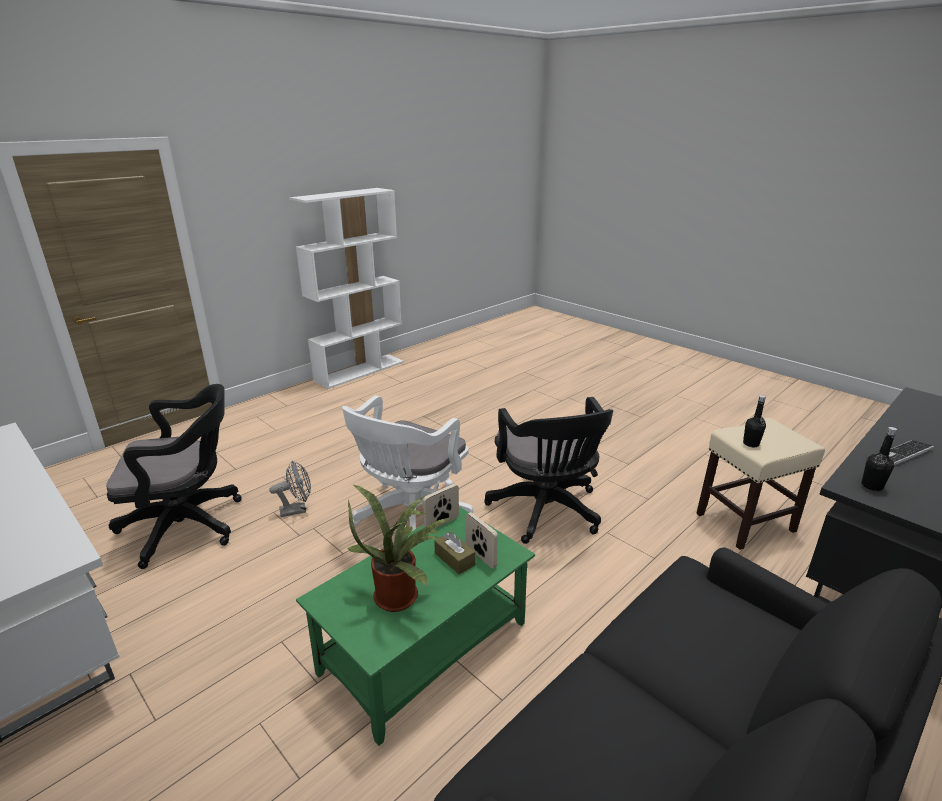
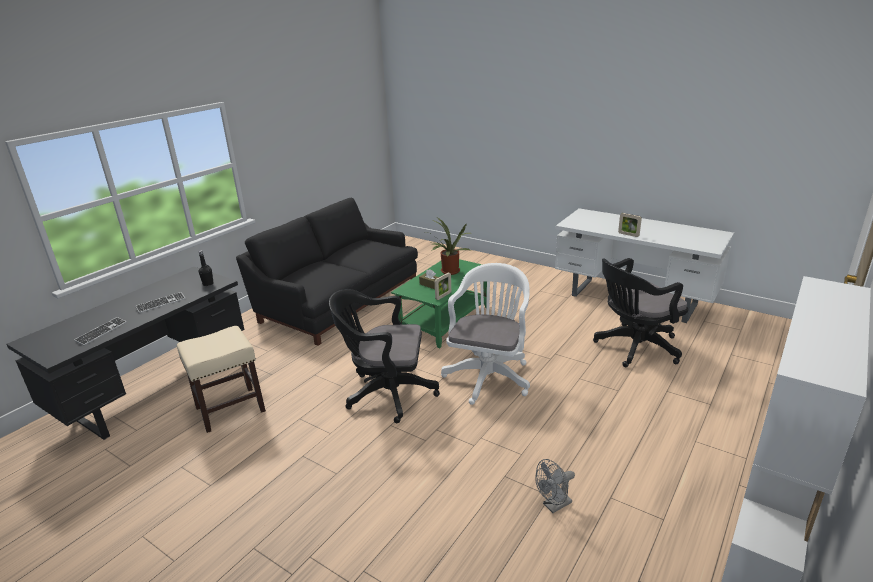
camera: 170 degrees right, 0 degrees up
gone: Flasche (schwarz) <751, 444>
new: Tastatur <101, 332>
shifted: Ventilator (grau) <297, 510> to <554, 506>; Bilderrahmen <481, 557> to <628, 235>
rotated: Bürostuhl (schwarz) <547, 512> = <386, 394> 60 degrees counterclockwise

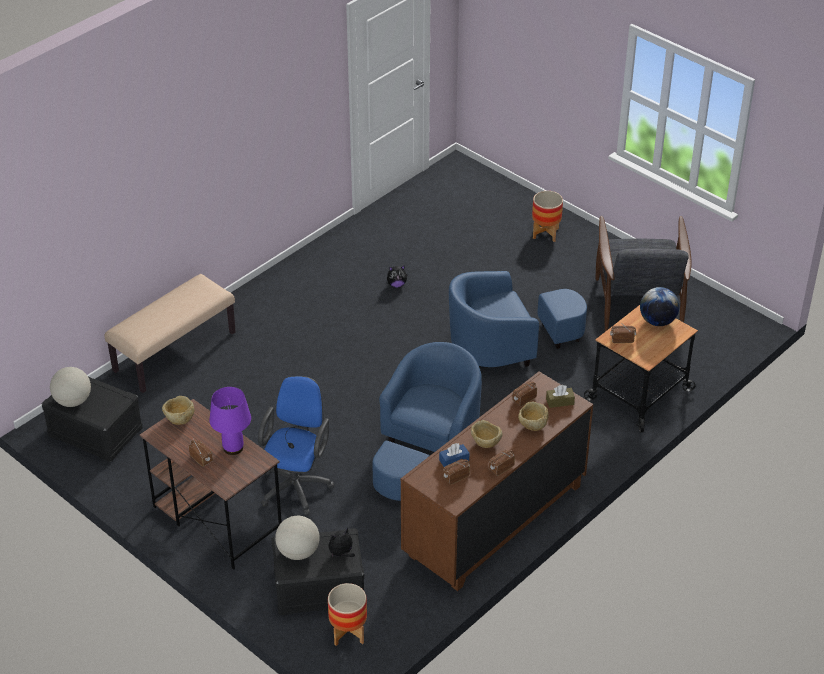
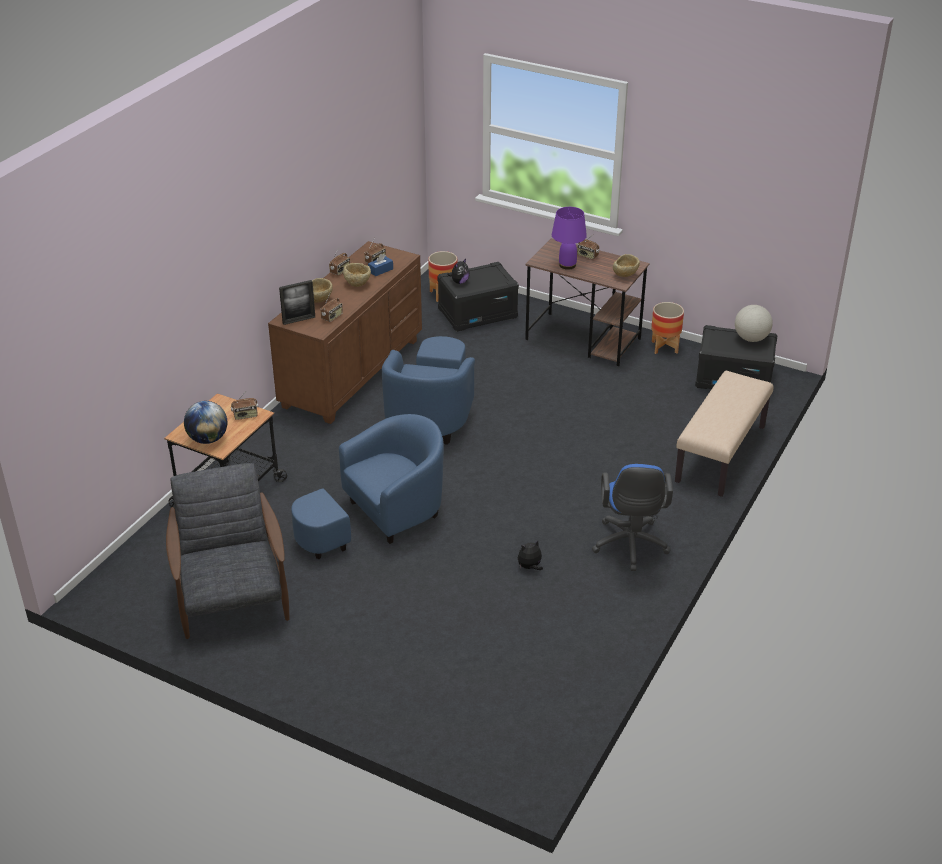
camera: 165 degrees right, 5 degrees down
gone: Globus <298, 552>
shifted: Bürostuhl (blau) <297, 485> to <630, 547>; Pflanzkübel <545, 233> to <664, 347>
swapped: Taschentuchbox (braun) <560, 401> to Bilderrahmen <299, 320>

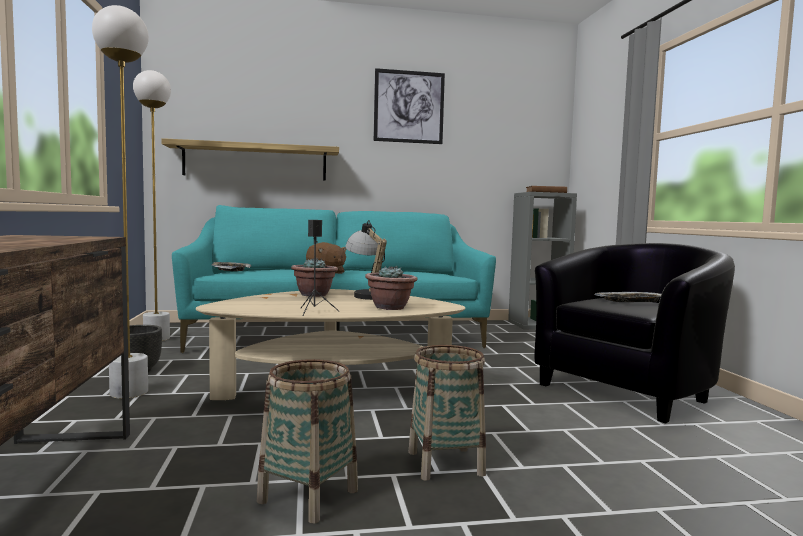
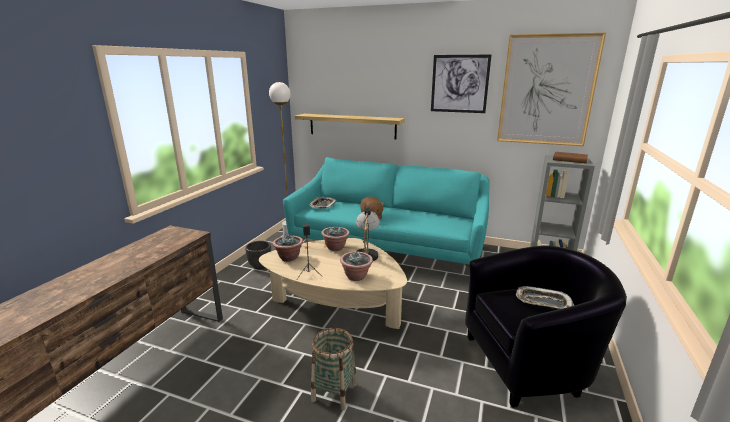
camera: 30 degrees right, 15 degrees up
gone: Stehlampe (weiß) <129, 392>; Korb <308, 496>
new: Topfpflanze <289, 258>; Bild <546, 91>

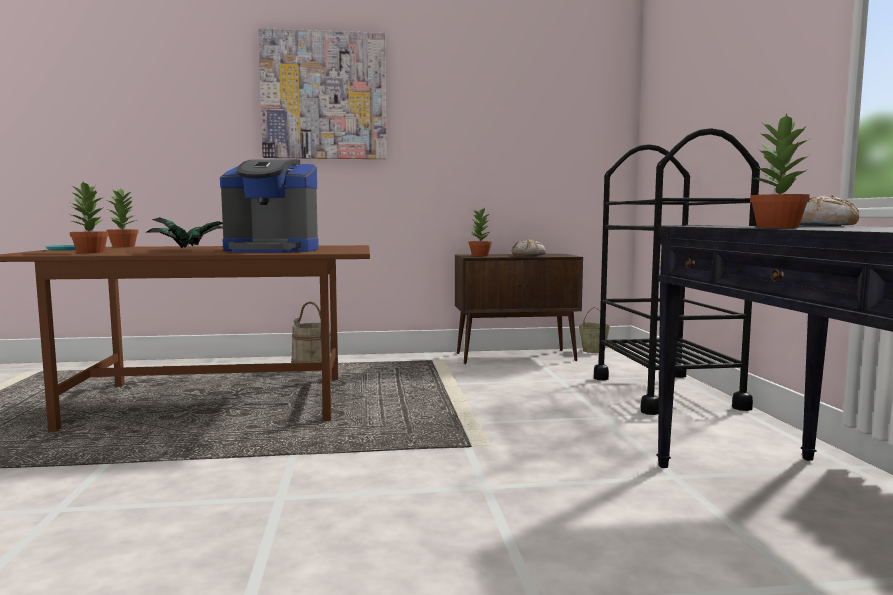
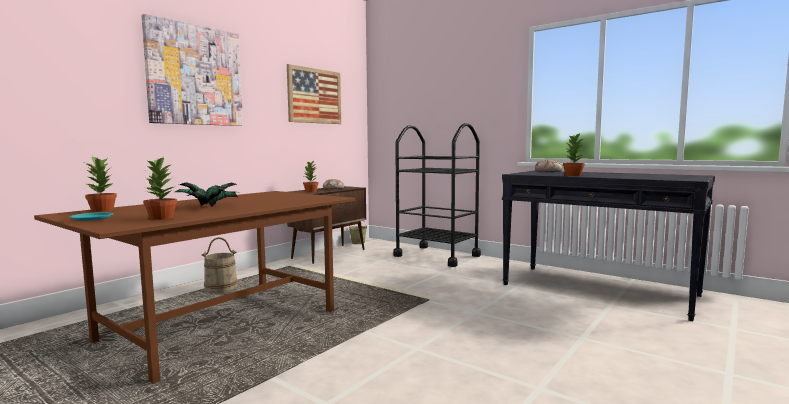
camera: 45 degrees left, 0 degrees up
gone: Kaffeemaschine <272, 250>
new: Bild <314, 96>

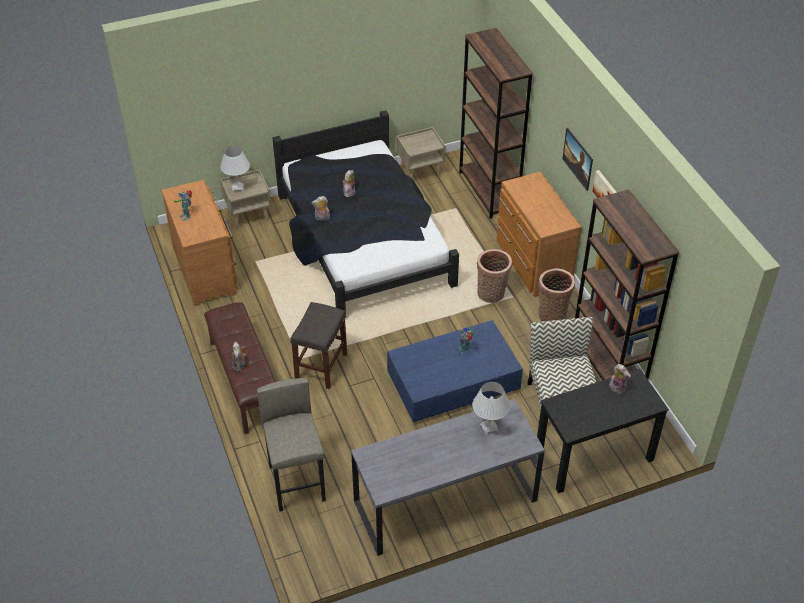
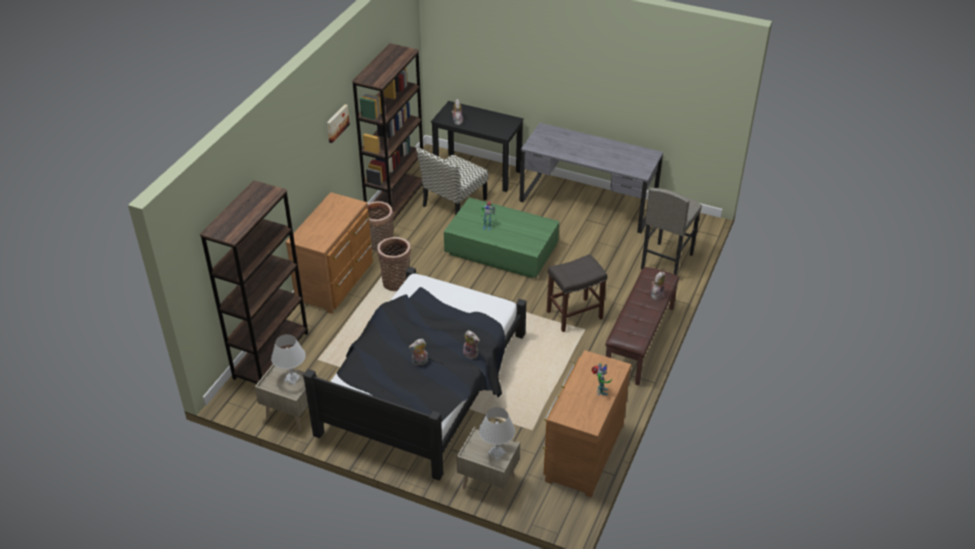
camera: 135 degrees left, 5 degrees down
gone: Bild <576, 166>
shifted: Tischlampe (weiß) <489, 427> to <292, 379>
repainted: Couchtisch (blau) <453, 383> to Couchtisch (grün) <501, 250>

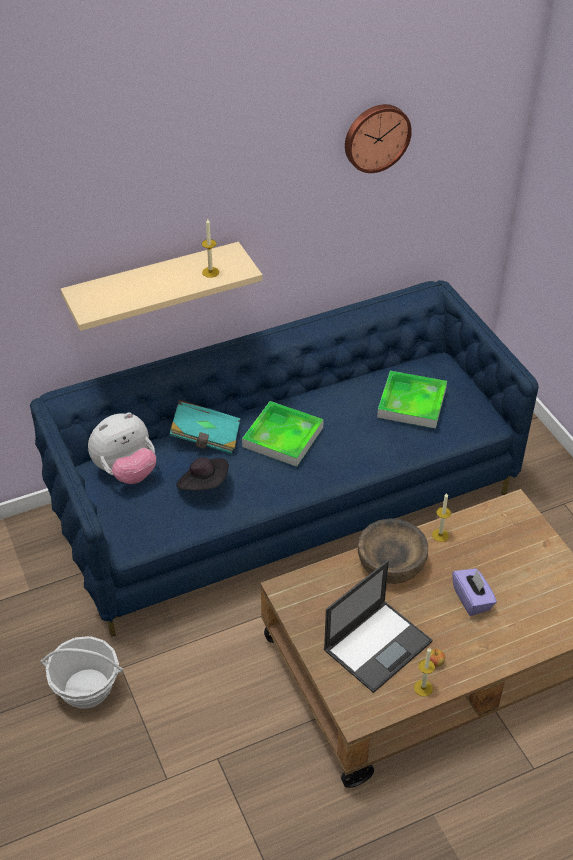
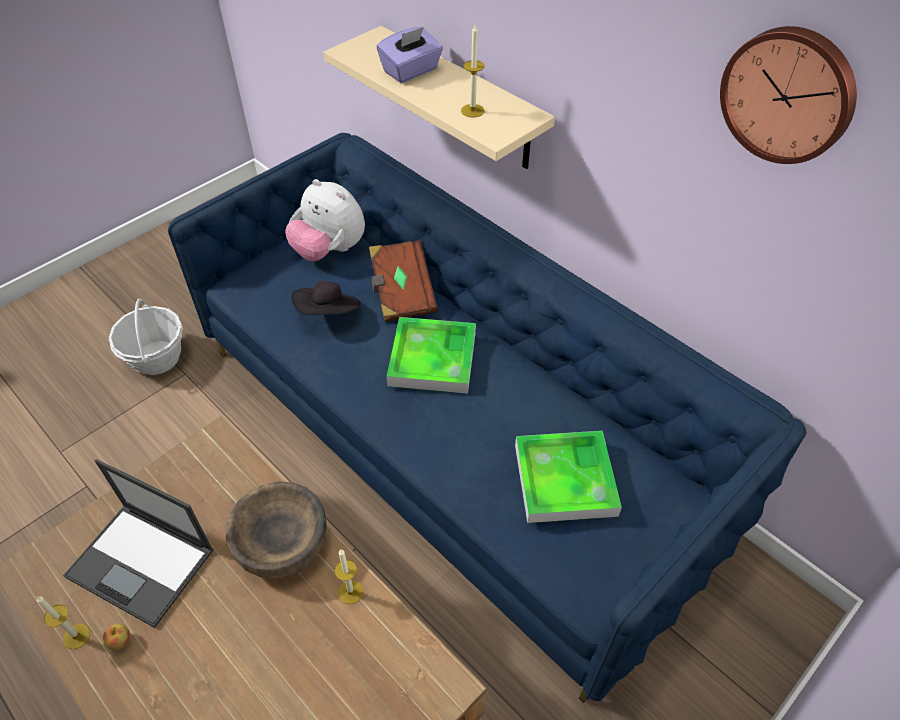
camera: 70 degrees right, 5 degrees up
shifted: Taschentuchbox (lila) <472, 599> to <411, 71>
repainted: Buch (türkis) <206, 438> to Buch (braun) <401, 293>

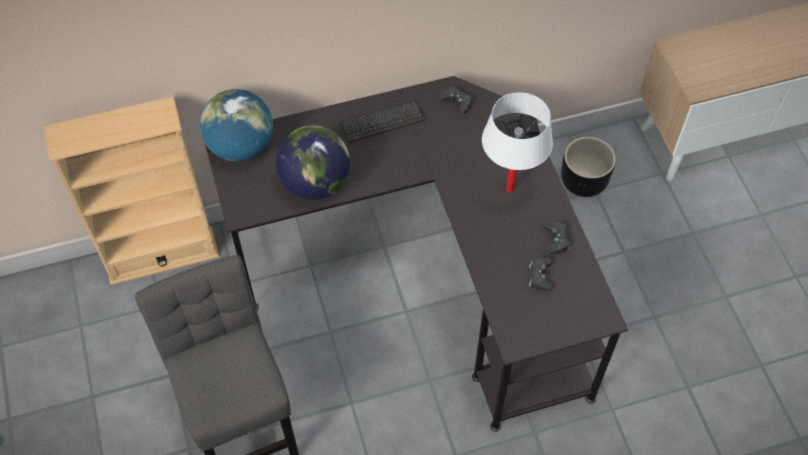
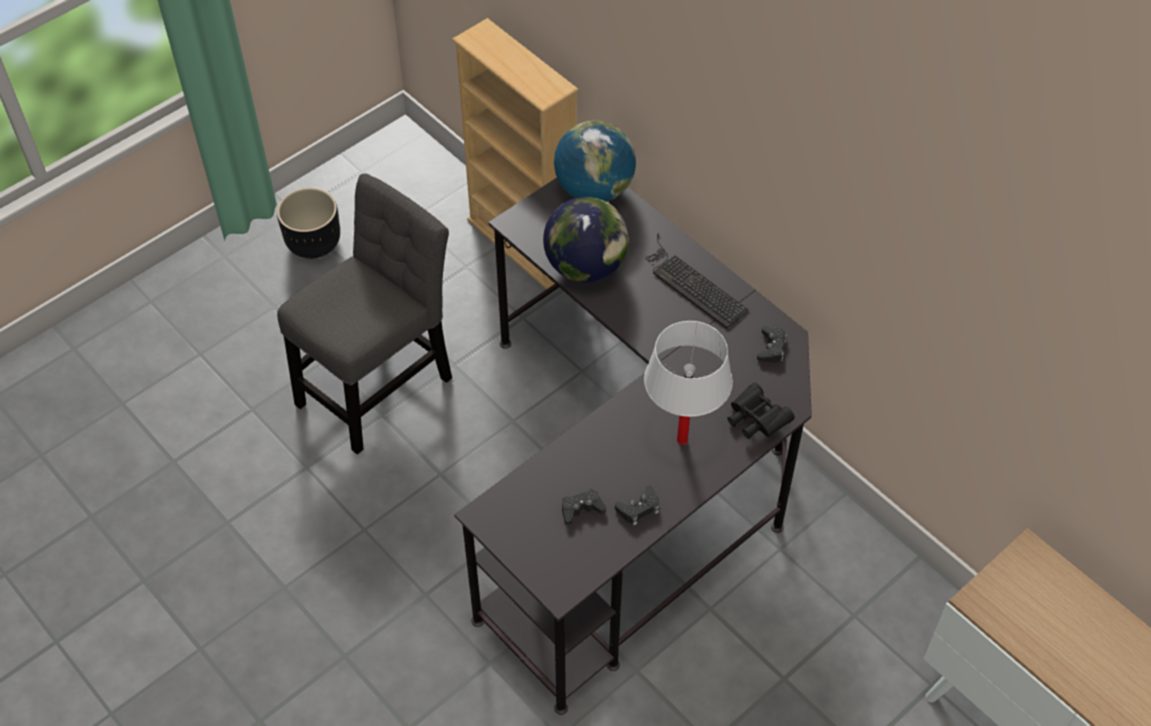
camera: 65 degrees right, 5 degrees down
shifted: Pflanzkübel (schwarz) <583, 183> to <313, 244>

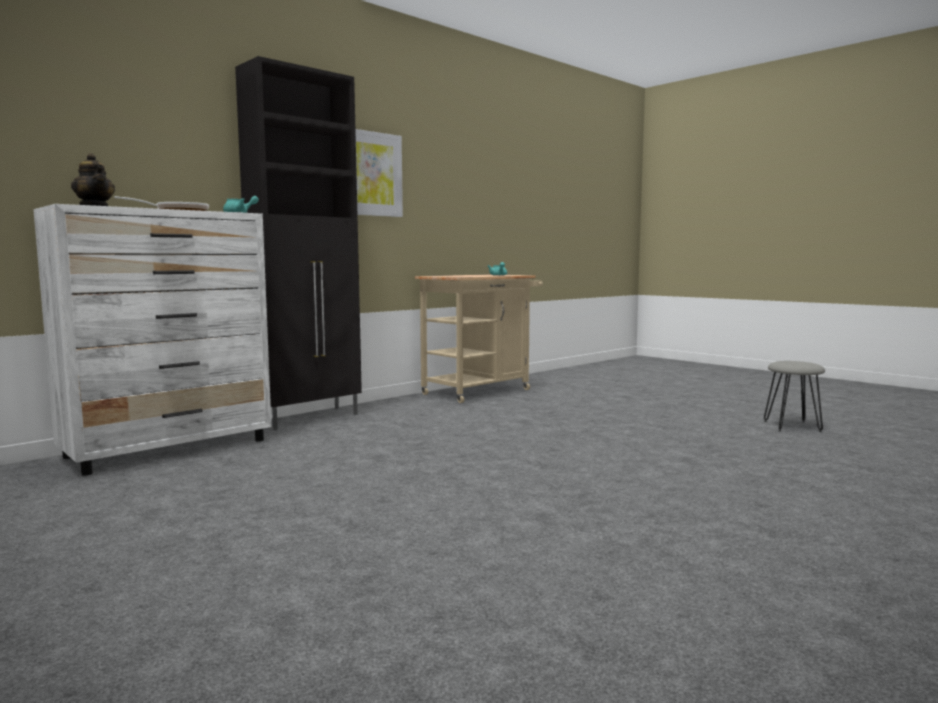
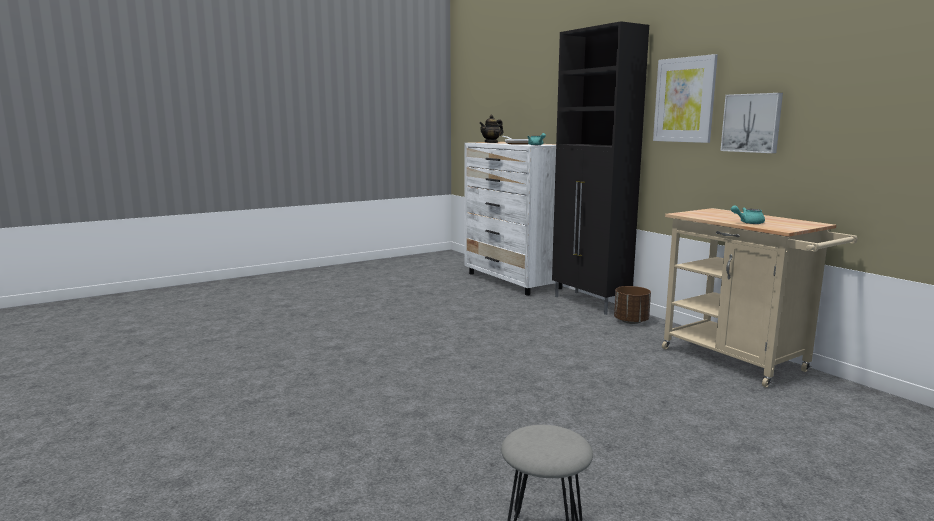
camera: 100 degrees right, 5 degrees up
new: Pflanzkübel (braun) <631, 321>; Bild <752, 123>

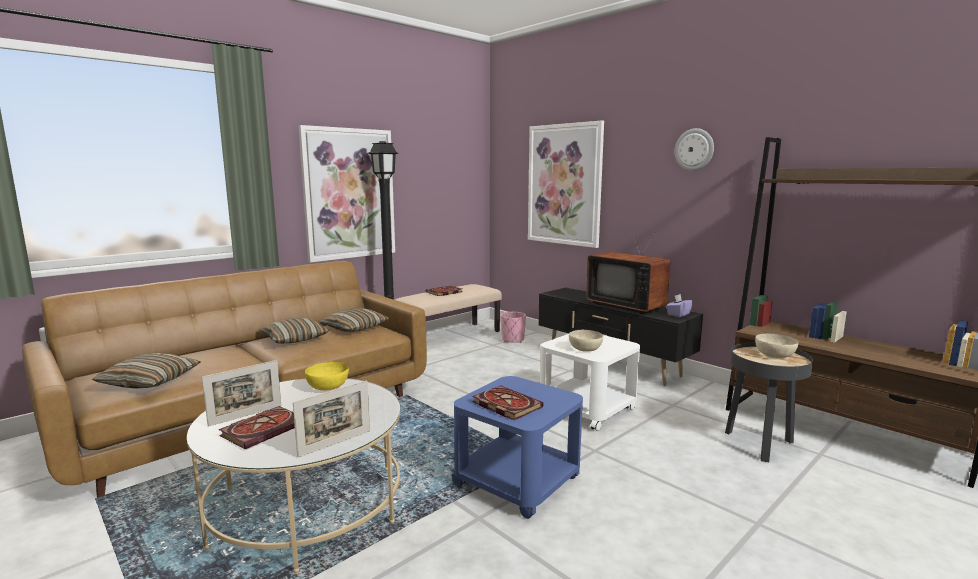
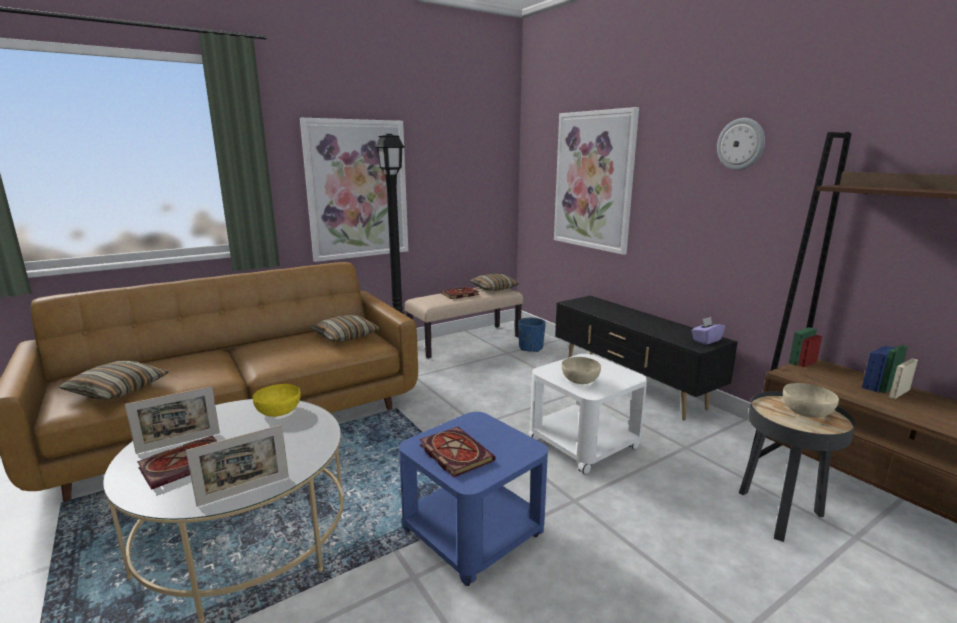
camera: 10 degrees right, 5 degrees up
gone: Fernseher <627, 306>
shifted: Kissen <295, 339> to <494, 288>
repainted: Pflanzkübel (rosa) <513, 340> to Pflanzkübel (blau) <531, 348>

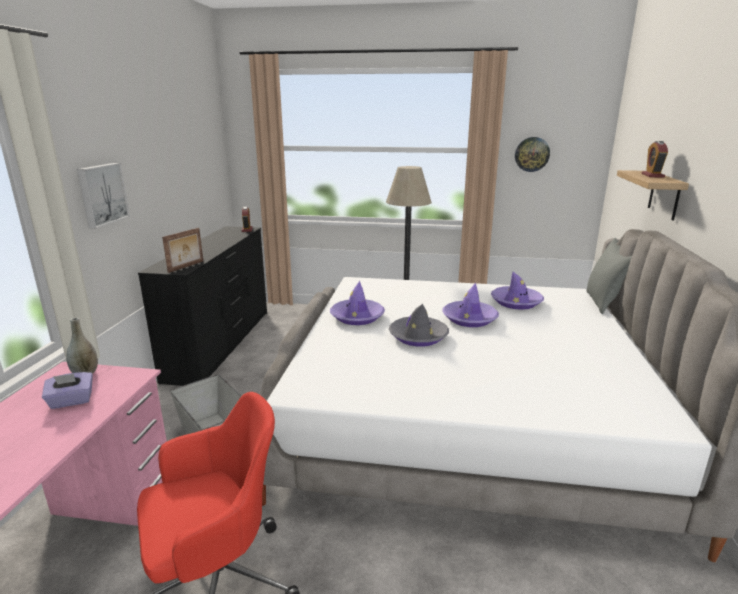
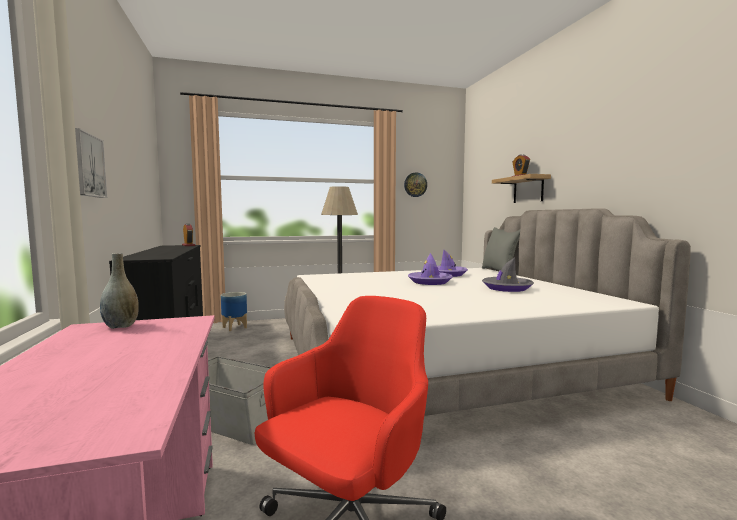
camera: 25 degrees left, 15 degrees down
gone: Taschentuchbox (lila) <71, 401>; Bilderrahmen <186, 266>; Hut (lila) <357, 317>
new: Pflanzkübel <234, 327>
shifted: Hut (grau) <418, 336> to <507, 288>

